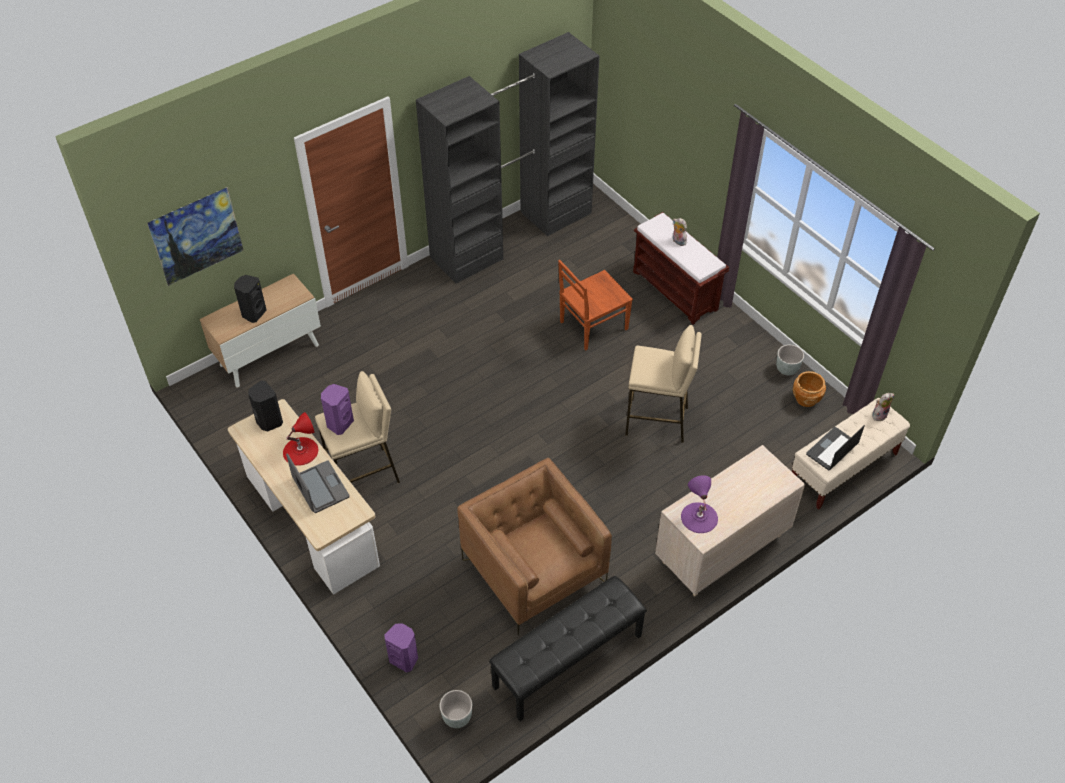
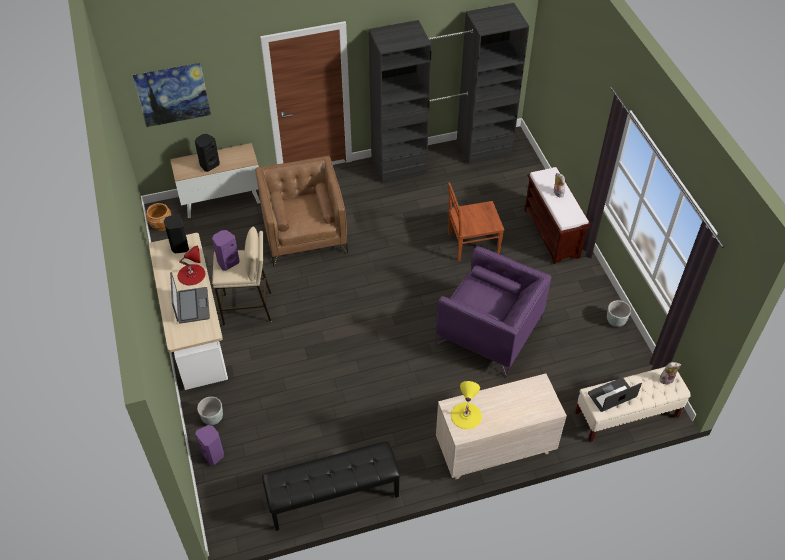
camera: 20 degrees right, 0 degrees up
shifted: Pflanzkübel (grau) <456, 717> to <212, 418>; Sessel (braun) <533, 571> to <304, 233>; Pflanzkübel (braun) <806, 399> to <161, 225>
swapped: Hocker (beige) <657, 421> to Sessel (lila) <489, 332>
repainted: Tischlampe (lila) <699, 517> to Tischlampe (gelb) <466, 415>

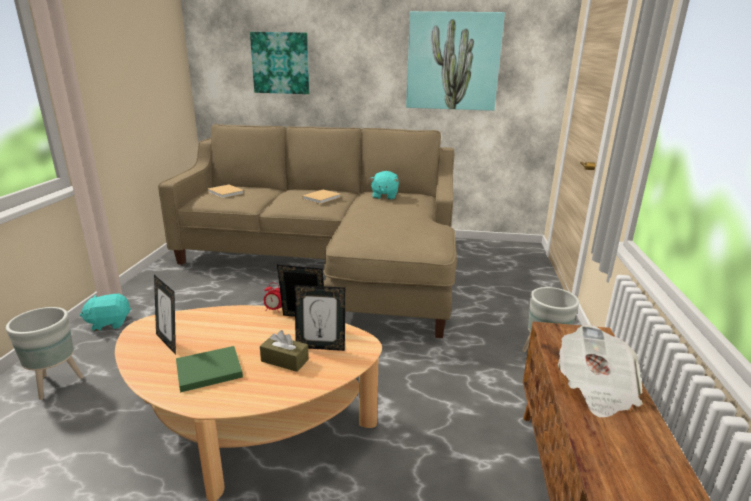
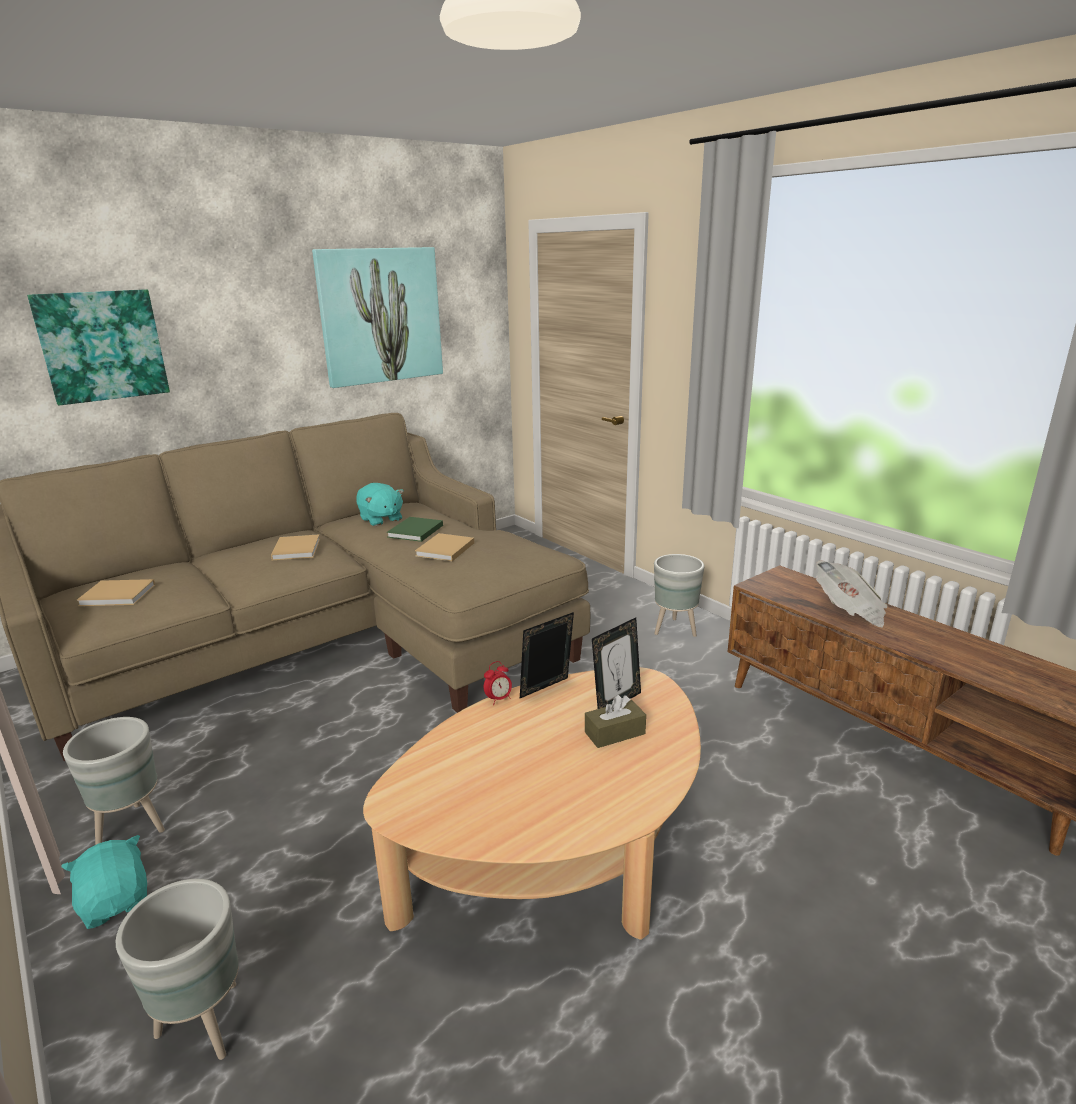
camera: 45 degrees left, 0 degrees up
gone: Bilderrahmen <169, 342>
new: Pflanzkübel (grau) <132, 827>; Buch (beige) <444, 550>
shifted: Buch (grün) <207, 371> to <414, 532>
rotated: Plüschtier (türkis) <109, 323> = <116, 902> 120 degrees clockwise

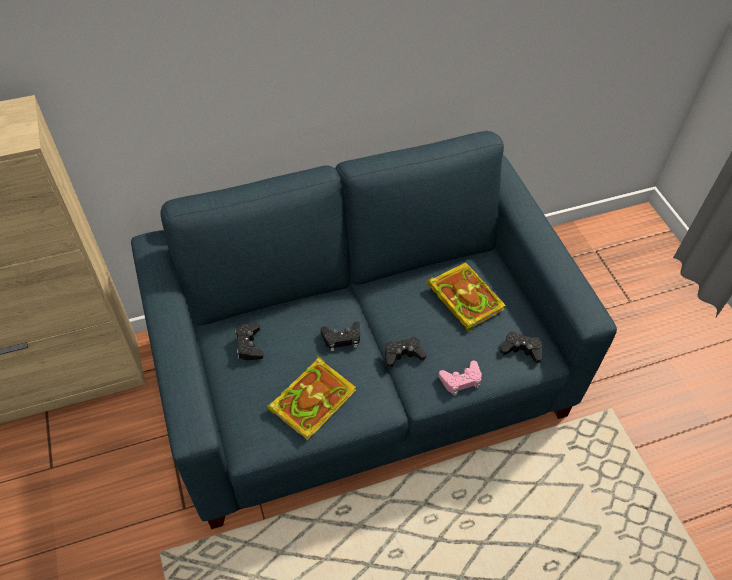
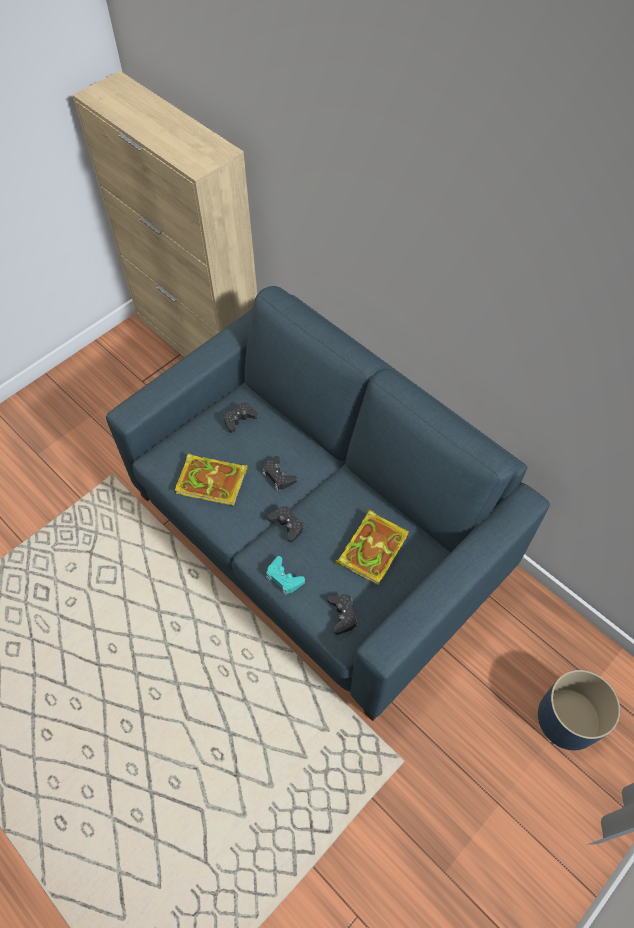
camera: 65 degrees right, 5 degrees up
new: Pflanzkübel (blau) <568, 719>
repainted: Gamepad (rosa) <461, 380> to Gamepad (türkis) <284, 578>

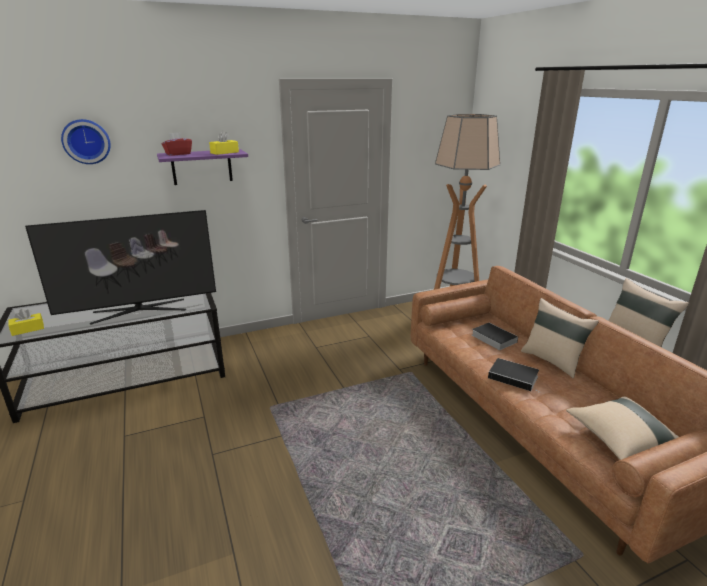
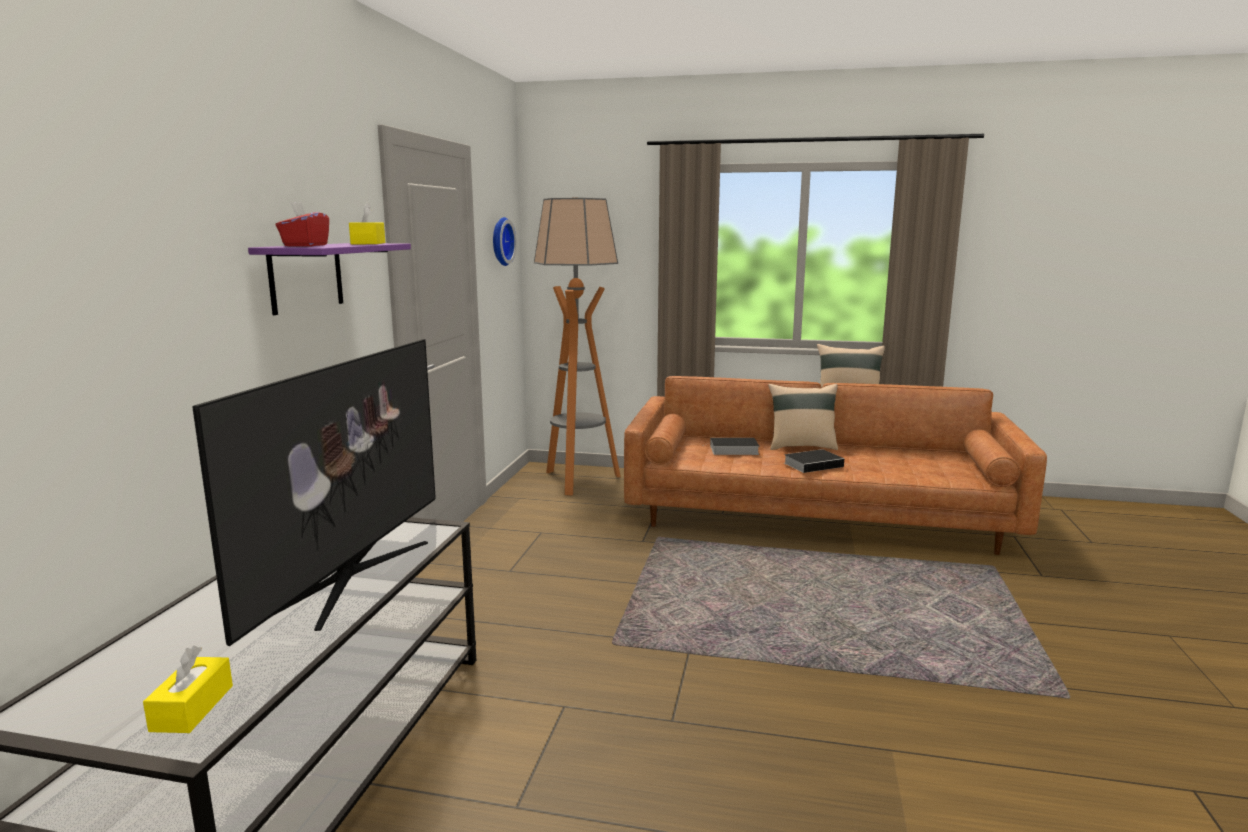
camera: 55 degrees left, 10 degrees down
gone: Kissen (beige) <620, 440>
shifted: Wanduhr <86, 141> to <500, 241>

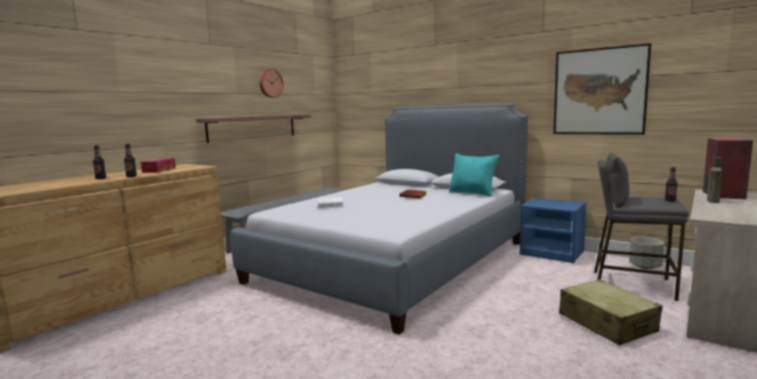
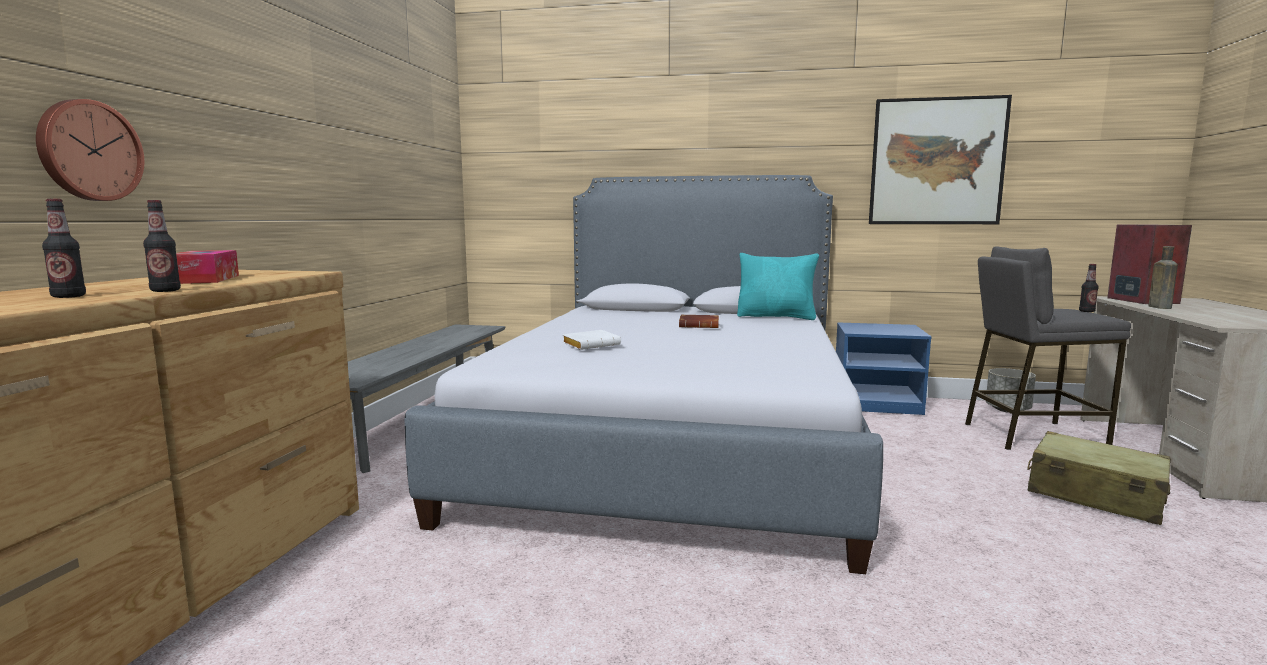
camera: 25 degrees left, 0 degrees up
gone: Wandregal <253, 127>
shifted: Wanduhr <270, 83> to <88, 151>

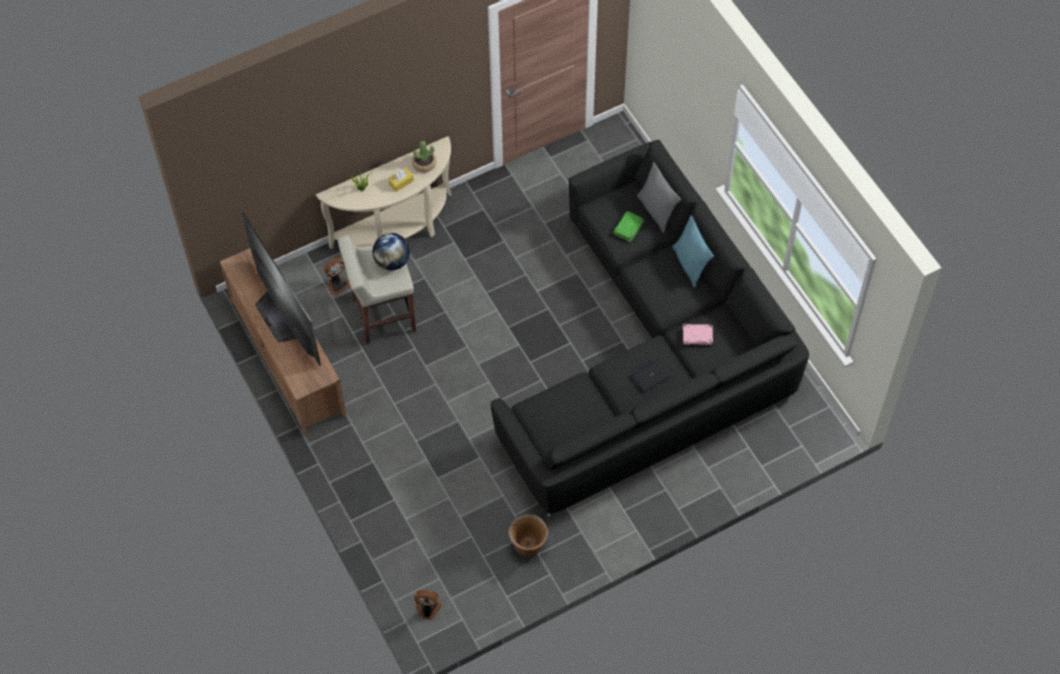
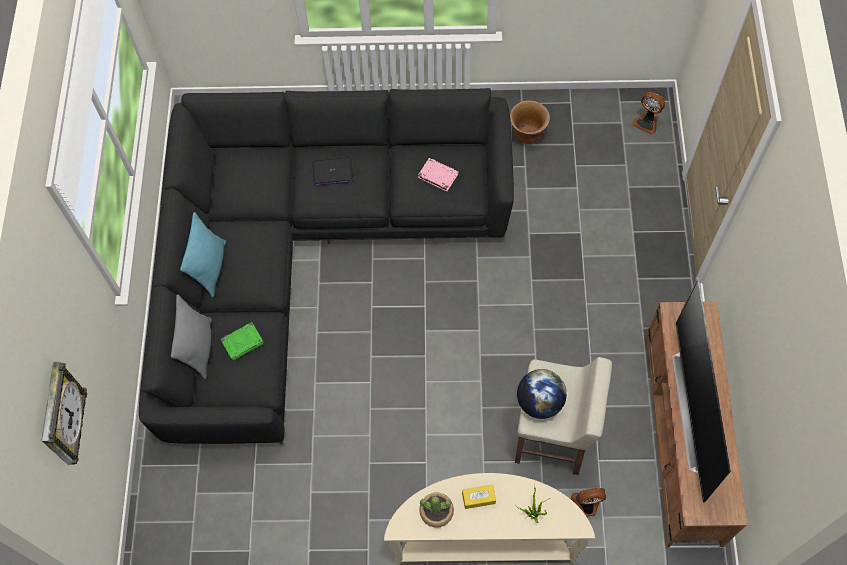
camera: 150 degrees left, 5 degrees up
new: Wanduhr <61, 416>
shifted: Buch (rosa) <698, 336> to <437, 176>

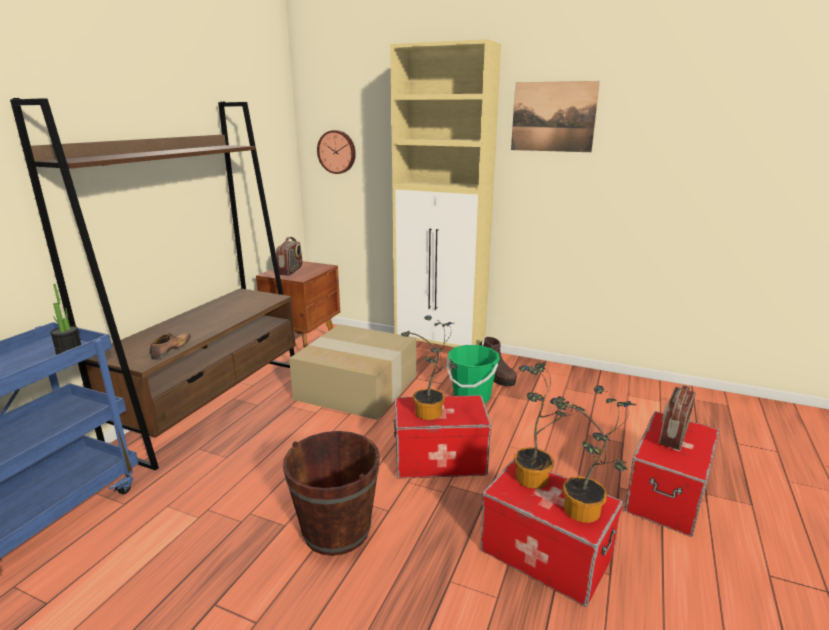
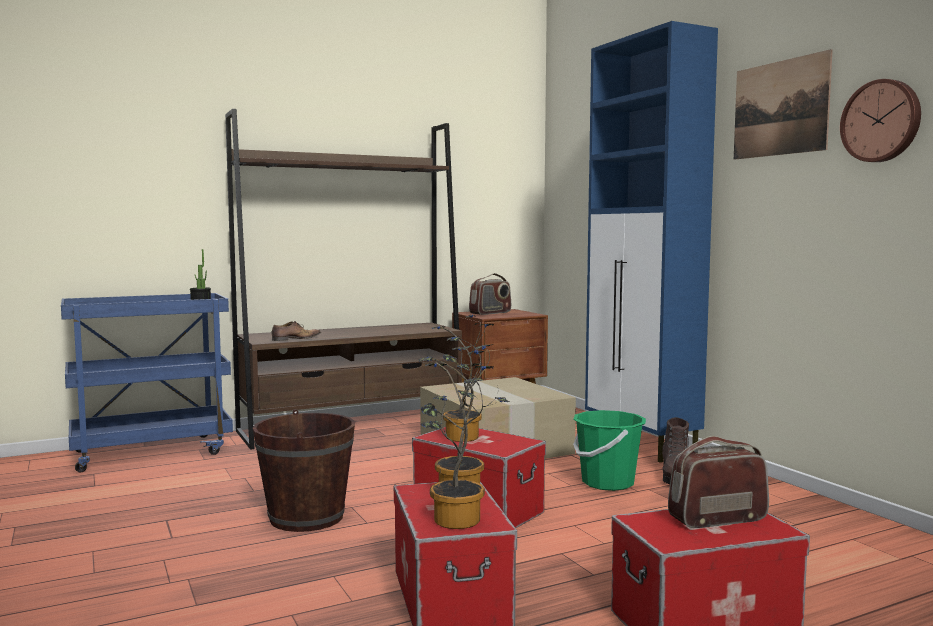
camera: 40 degrees right, 15 degrees down
shifted: Wanduhr <337, 152> to <882, 121>
repainted: Schrank (beige) <441, 353> to Schrank (blau) <642, 445>

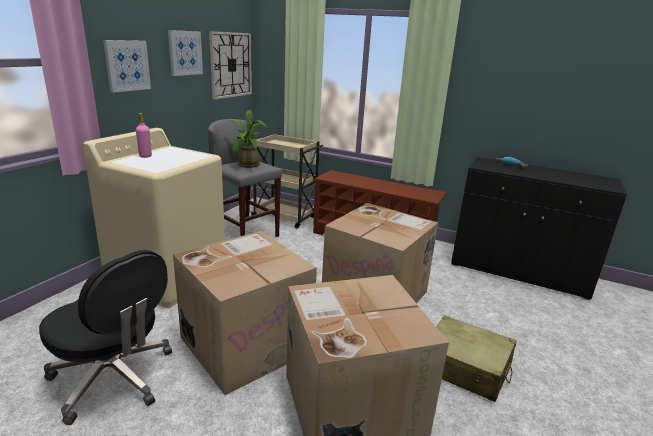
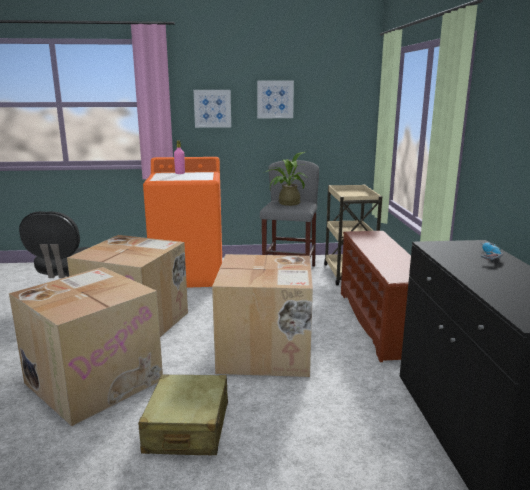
camera: 60 degrees right, 5 degrees down
gone: Wanduhr <231, 65>
repainted: Waschmaschine (beige) <169, 277> to Waschmaschine (orange) <189, 275>

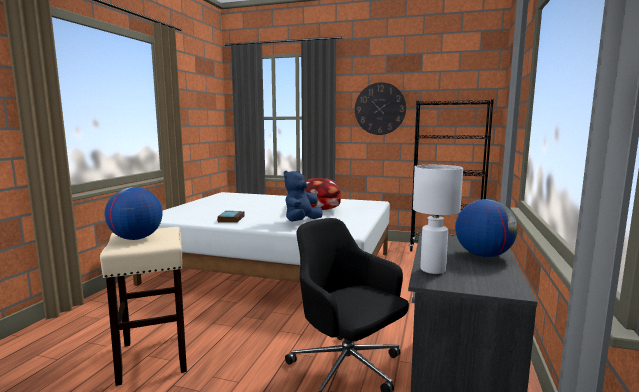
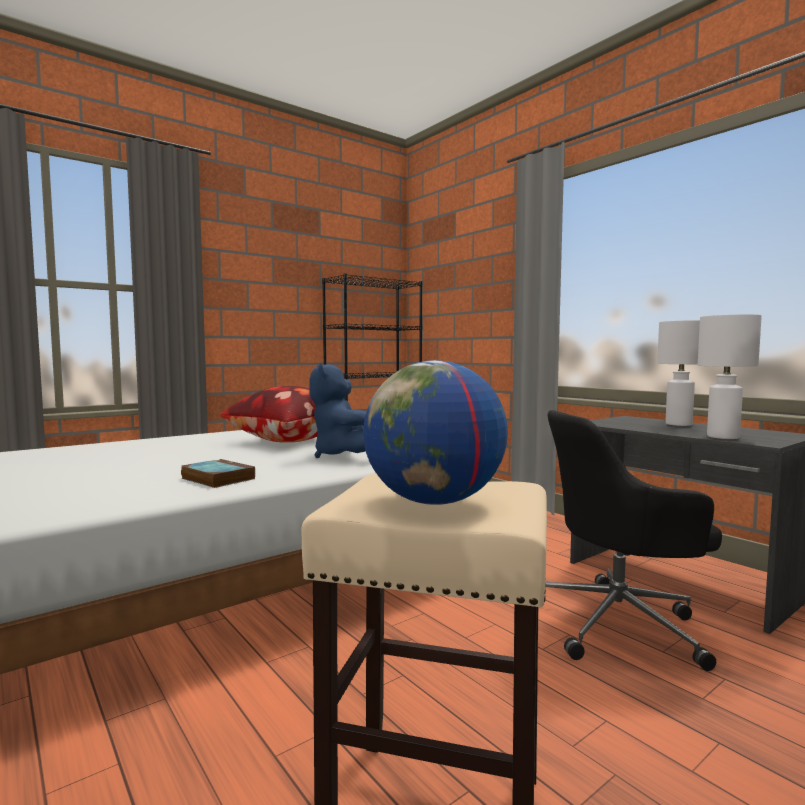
camera: 55 degrees left, 5 degrees down
gone: Wanduhr <380, 109>
swapped: Globus <483, 255> to Tischlampe (weiß) <678, 424>

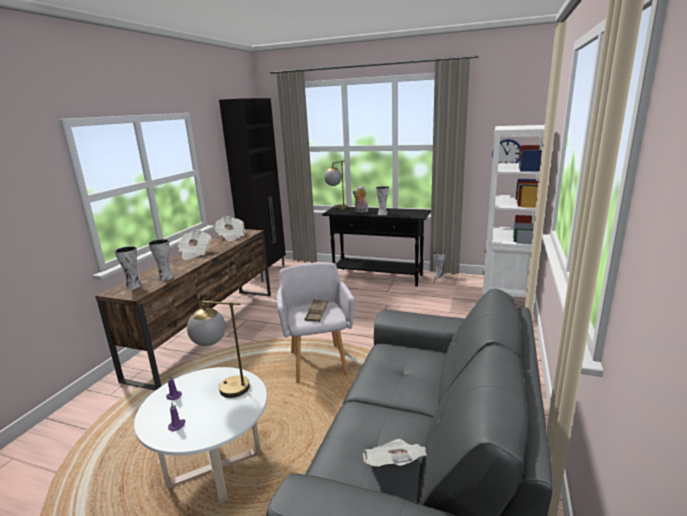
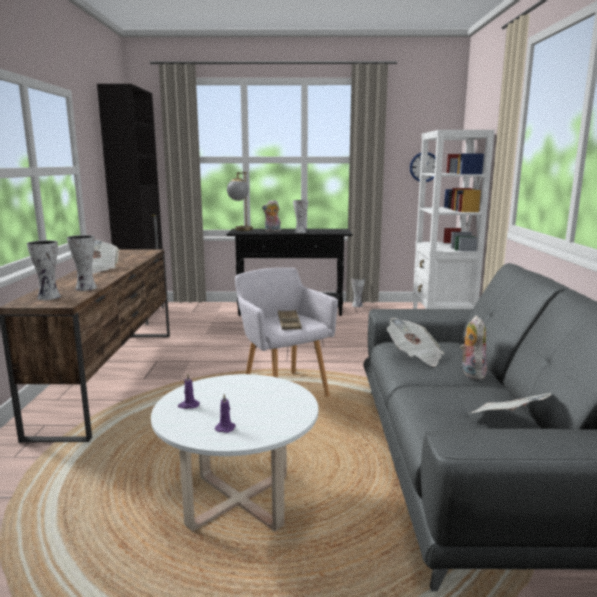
camera: 20 degrees left, 5 degrees down
gone: Tischlampe <224, 387>
new: Plüschtier <471, 373>
shifted: Zeitung <231, 236> to <415, 356>

